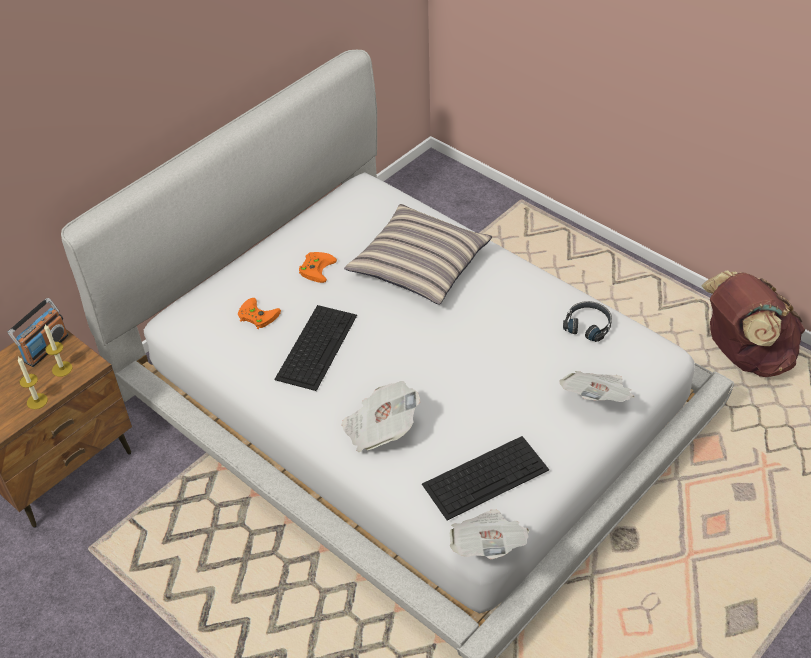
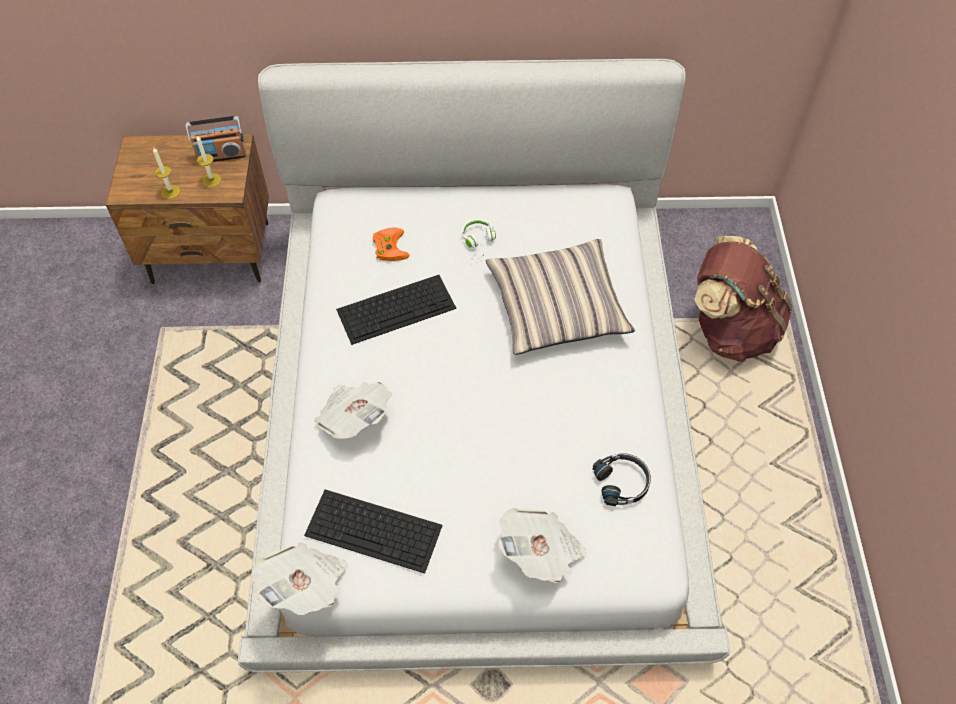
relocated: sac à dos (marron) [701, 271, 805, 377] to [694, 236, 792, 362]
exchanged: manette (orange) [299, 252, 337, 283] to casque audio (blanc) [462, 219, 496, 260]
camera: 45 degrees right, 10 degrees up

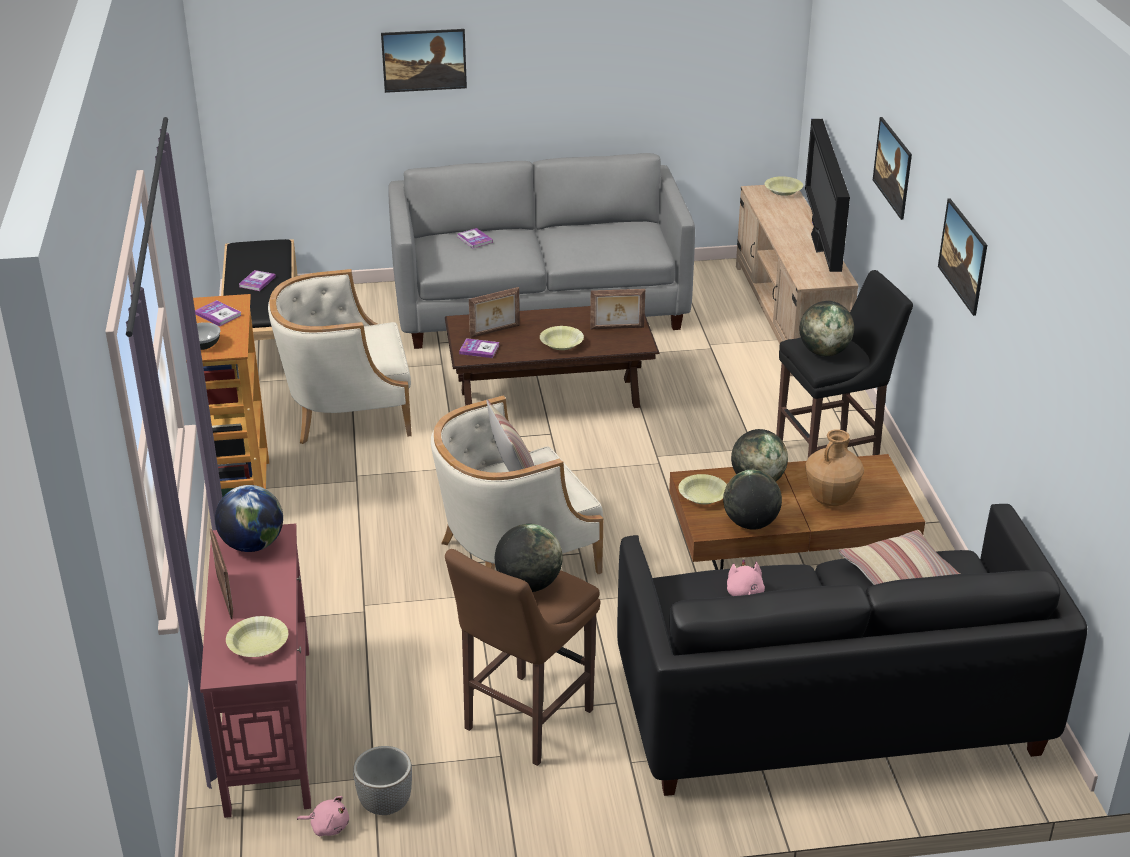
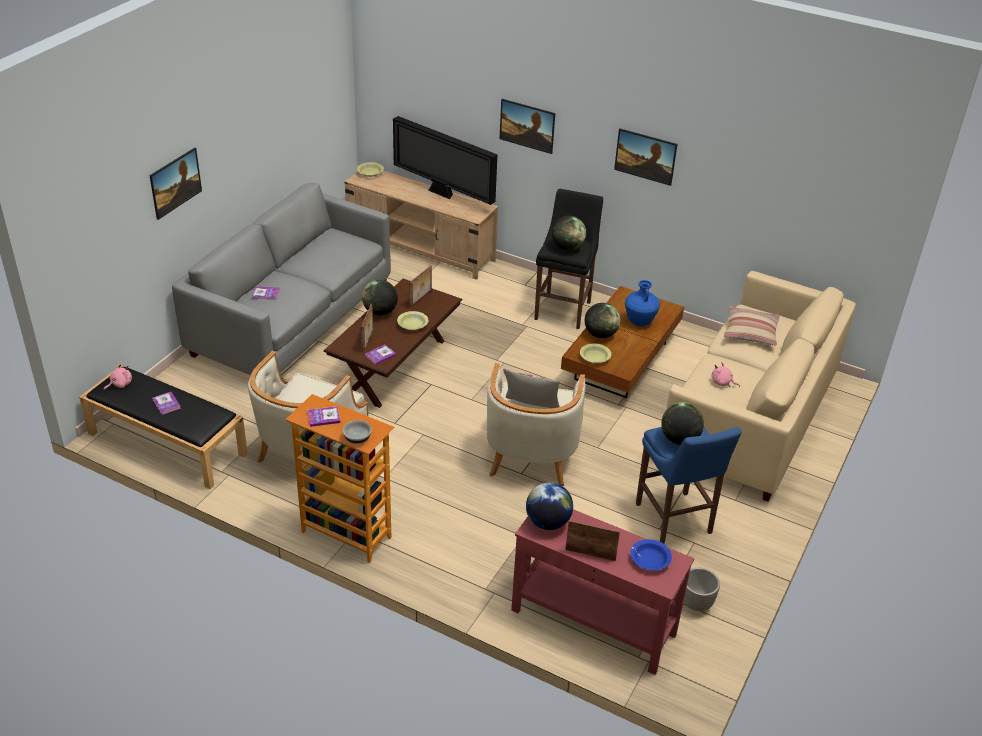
relocated: globe [723, 470, 782, 530] to [362, 280, 398, 315]; peluche (rose) [297, 796, 349, 836] to [103, 364, 132, 390]
colour: vase (marron) [805, 429, 864, 506] to vase (bleu) [625, 280, 660, 326]; canapé (noir) [617, 504, 1087, 796] to canapé (beige) [666, 271, 856, 502]; tabouret (marron) [445, 549, 600, 766] to tabouret (bleu) [636, 427, 741, 544]; bol (jaune) [226, 616, 288, 657] to bol (bleu) [630, 539, 672, 570]
camera: 55 degrees left, 5 degrees up

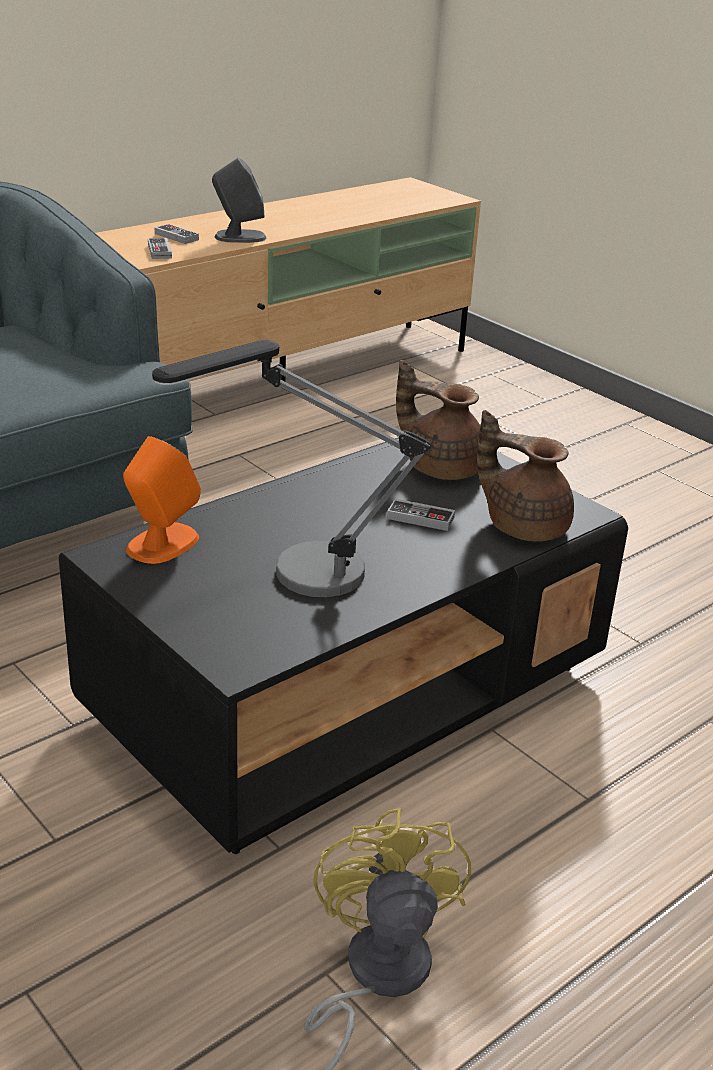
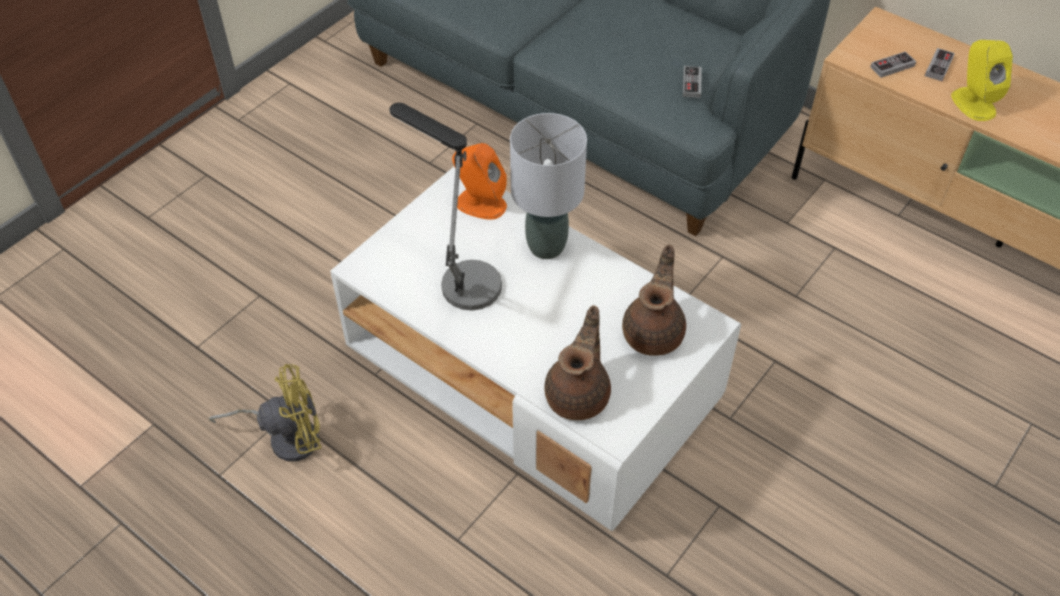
appeared: lampe de table (gris) [510, 113, 587, 259]
relocated: manette [387, 499, 455, 531] to [683, 66, 702, 98]
colour: enceinte (gris) [212, 157, 266, 243] to enceinte (jaune) [951, 40, 1013, 121]; table basse (noir) [59, 437, 628, 854] to table basse (blanc) [330, 167, 741, 531]
camera: 80 degrees right, 20 degrees up

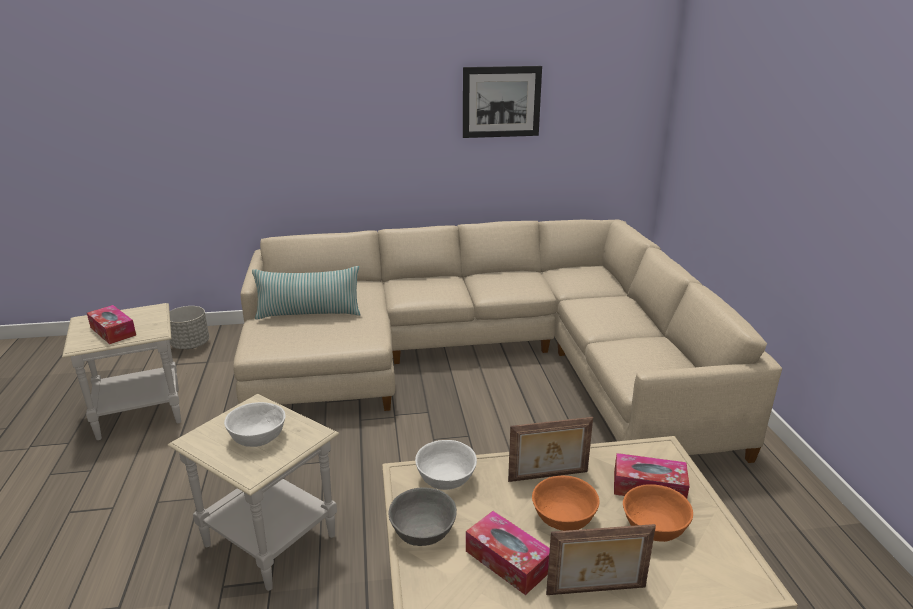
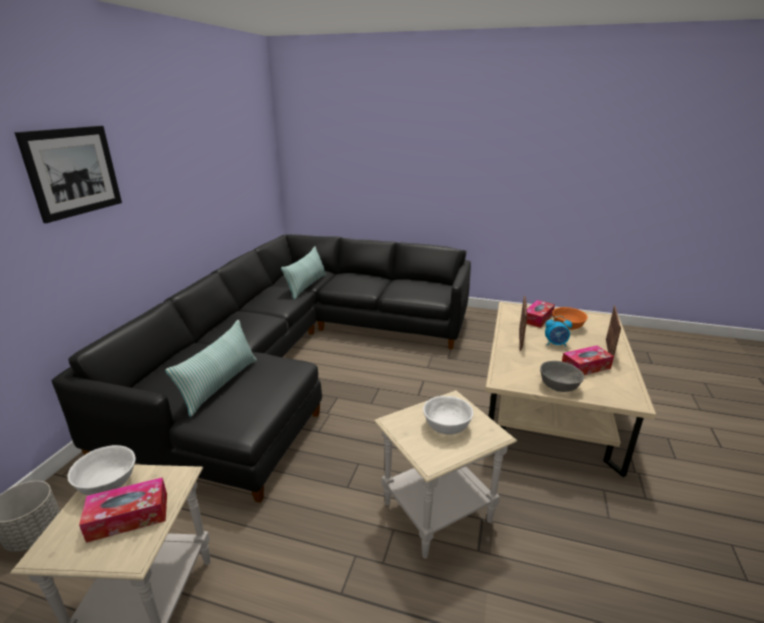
appeared: coussin [281, 246, 326, 300]
relocated: tableau [463, 66, 542, 138] to [15, 126, 122, 223]; bol (blanc) [415, 440, 477, 490] to [68, 445, 136, 495]
exchanged: bol (orange) [532, 476, 600, 531] to réveil [545, 316, 572, 347]
colour: canapé (beige) [233, 219, 782, 463] to canapé (noir) [52, 234, 471, 503]
camera: 65 degrees left, 0 degrees up

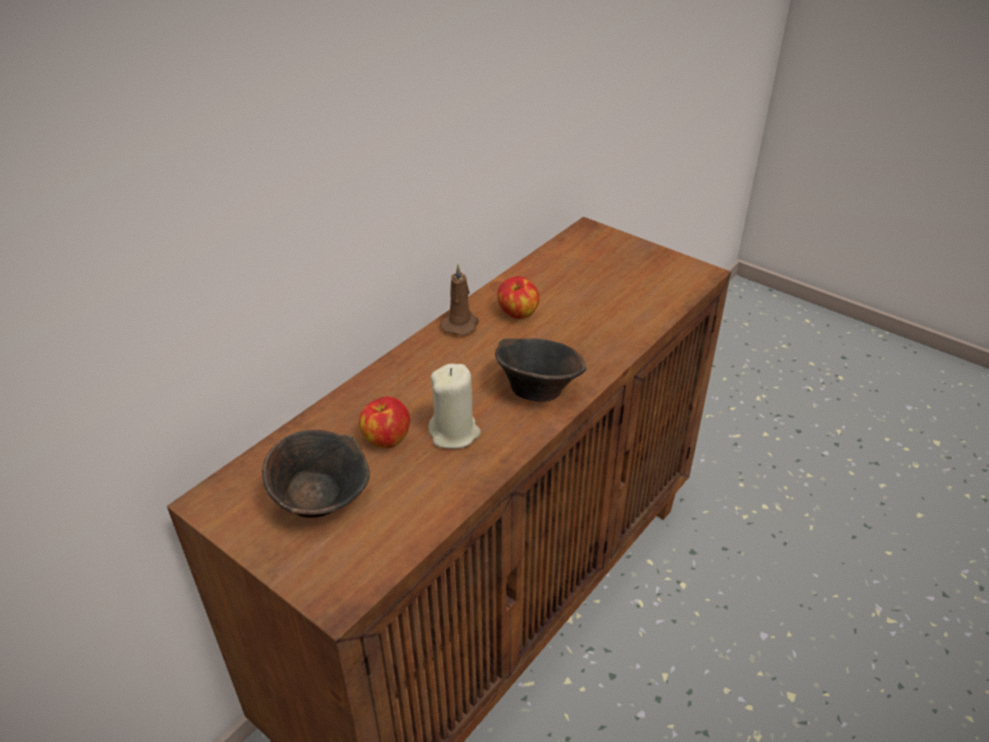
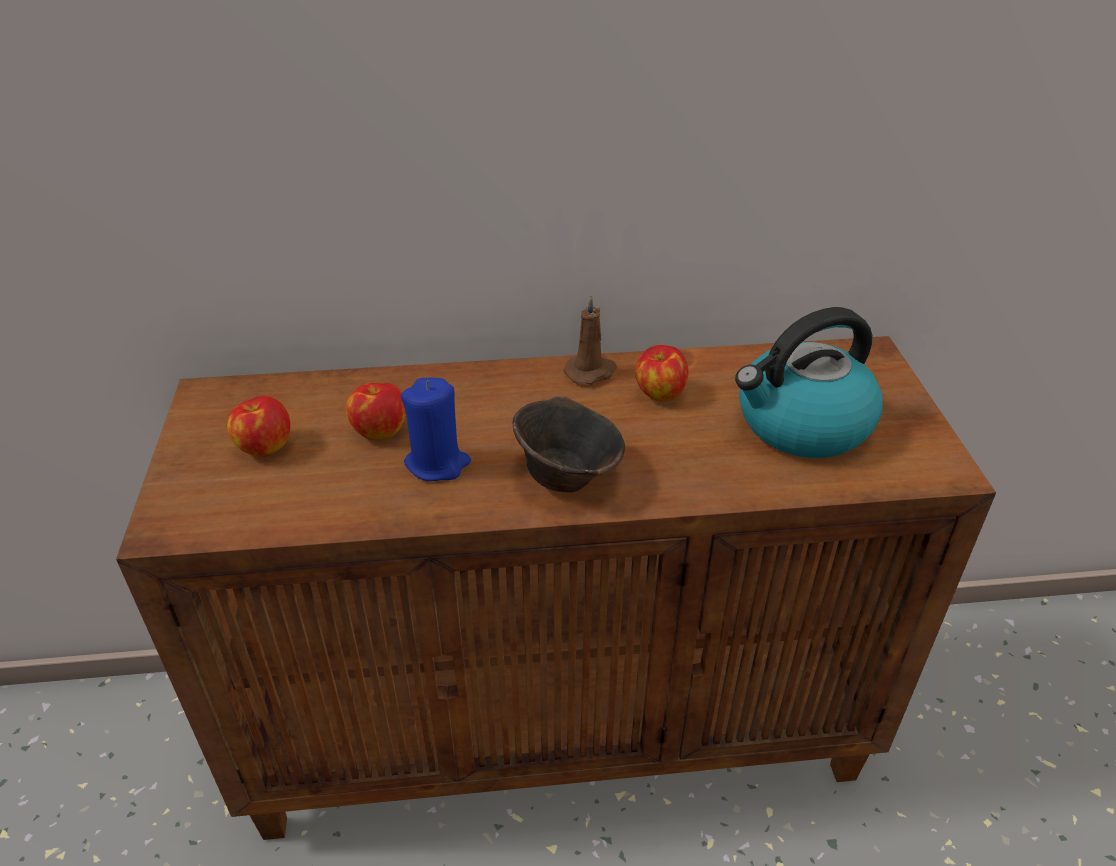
appeared: bouilloire [735, 307, 883, 458]
exchanged: bol (marron) [262, 430, 370, 518] to pomme [227, 396, 291, 457]
colour: bougie (beige) [428, 364, 481, 449] to bougie (bleu) [401, 378, 471, 481]
camera: 45 degrees right, 0 degrees up

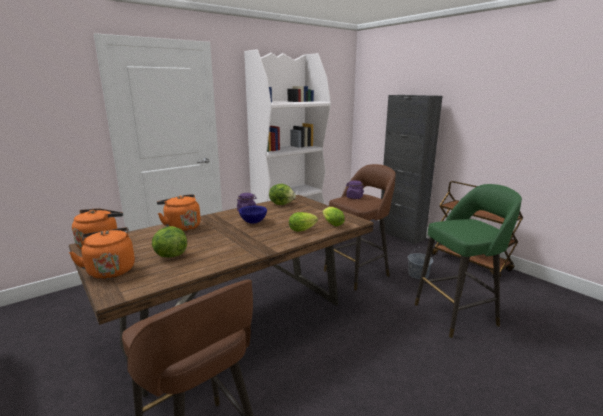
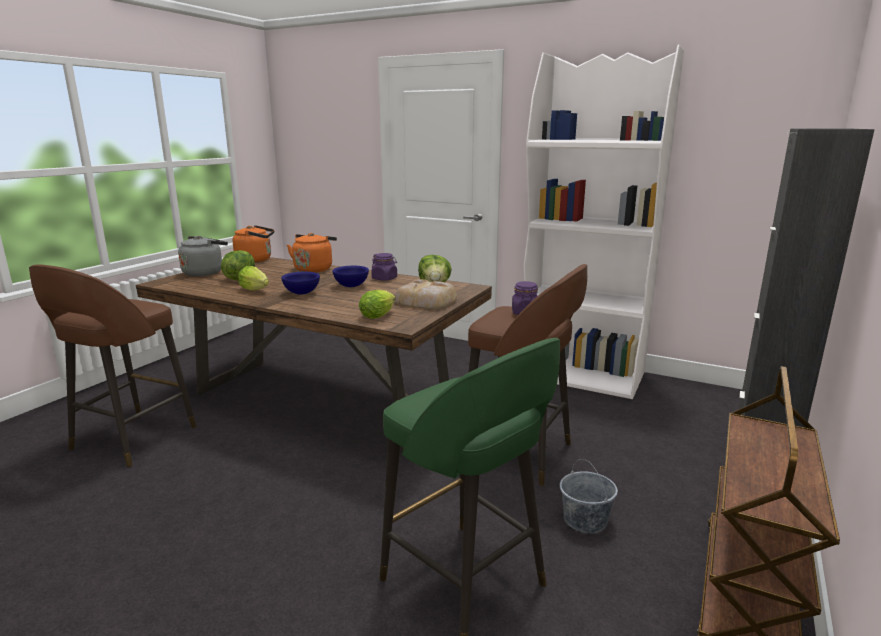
appeared: bol (bleu) [281, 272, 320, 295]; pain [395, 279, 457, 309]
relocated: laitue [289, 212, 318, 232] to [238, 266, 269, 291]
colour: bouilloire (orange) [69, 227, 135, 279] to bouilloire (gris) [178, 236, 228, 277]
camera: 65 degrees right, 0 degrees up

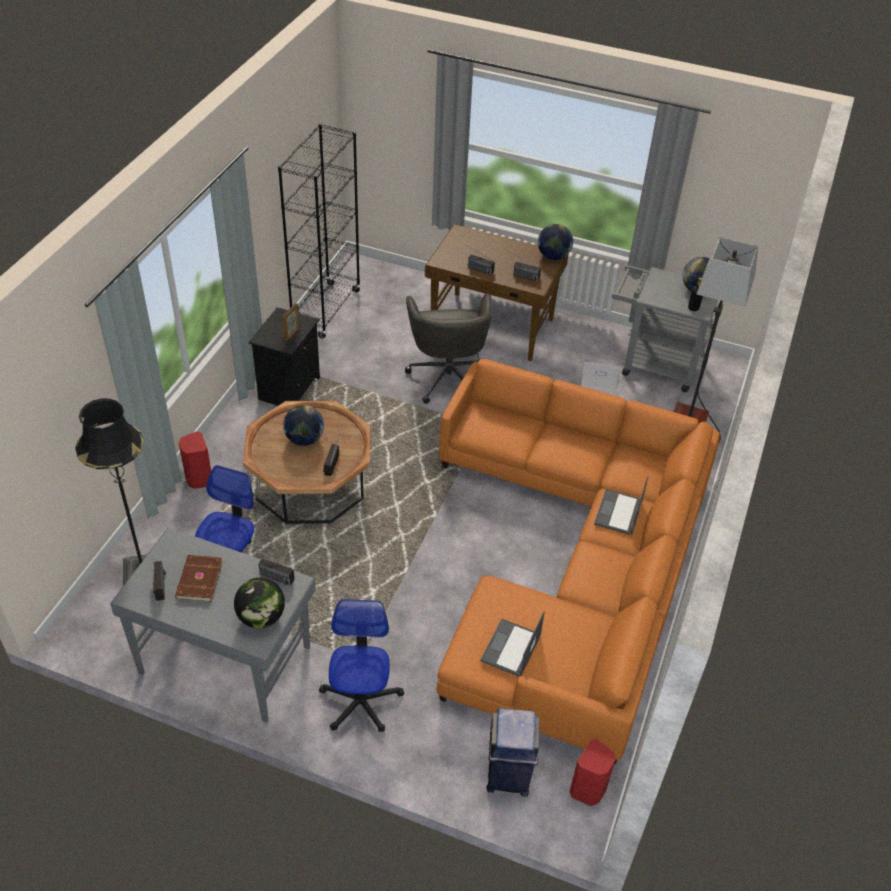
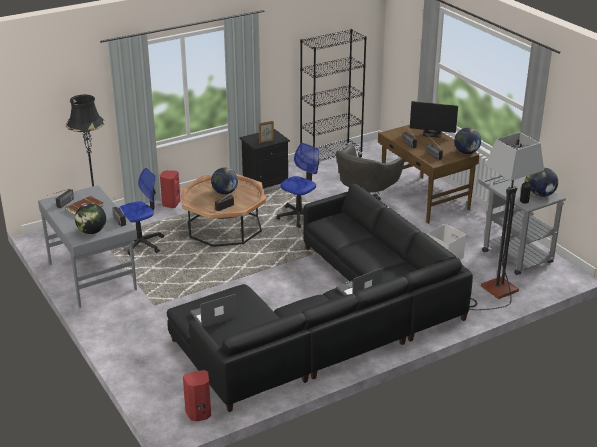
missing: poubelle (bleu) [486, 708, 540, 797]
appeared: écran d'ordinateur [410, 101, 458, 138]
relocated: chaise de bureau [319, 599, 404, 732] to [277, 143, 319, 228]
colour: canapé (orange) [437, 359, 720, 764] to canapé (noir) [167, 184, 473, 412]
camera: 40 degrees right, 15 degrees down

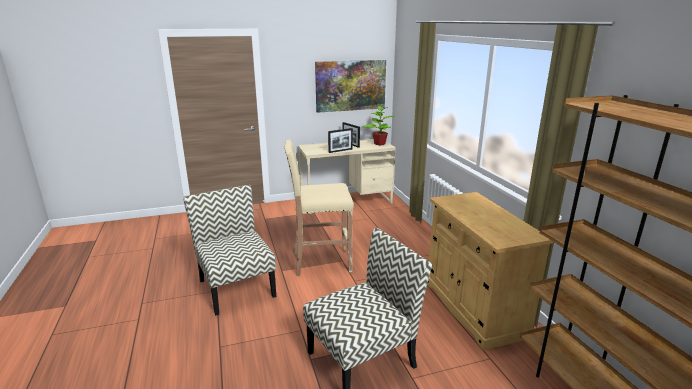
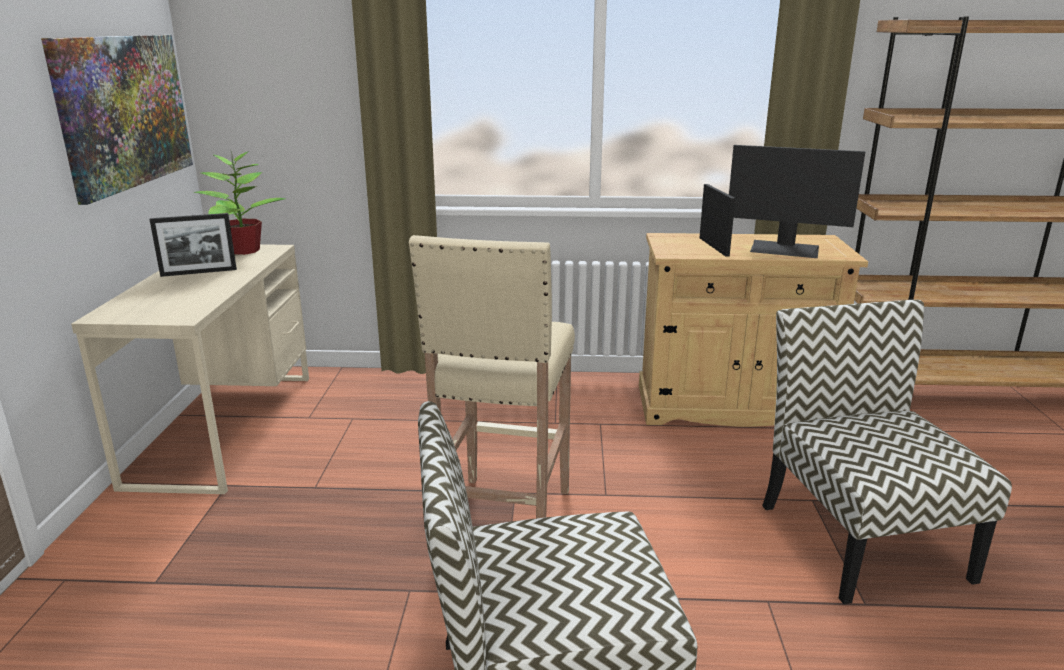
appeared: écran d'ordinateur [729, 145, 865, 258]
relocated: cadre photo [328, 128, 353, 153] to [699, 184, 735, 257]
camera: 70 degrees left, 0 degrees up

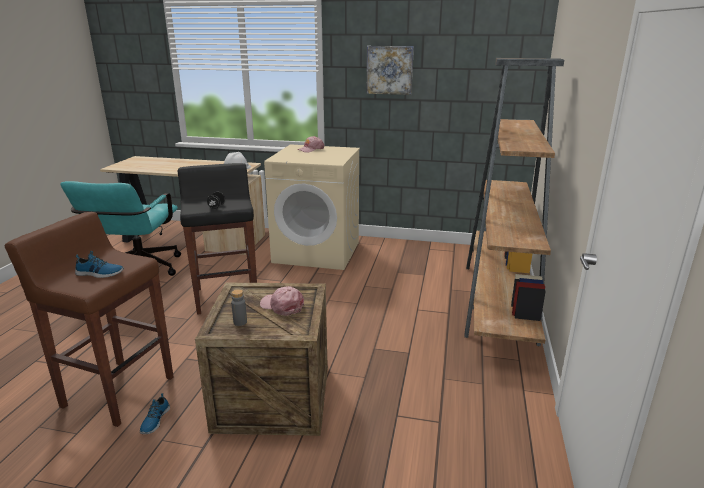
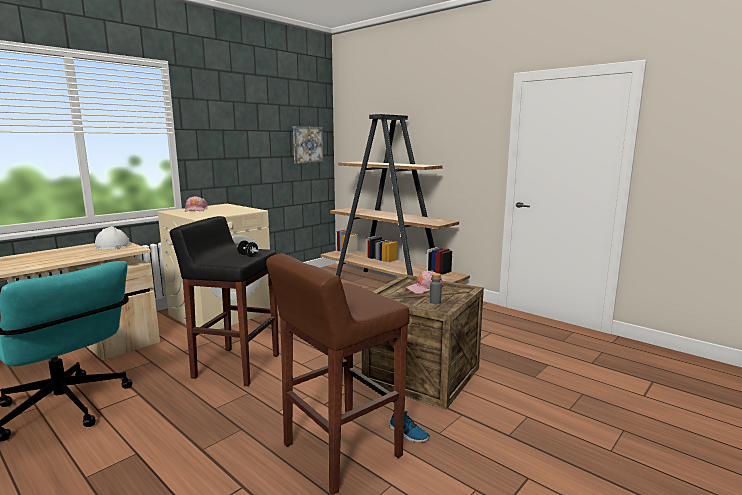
missing: chaussure [75, 251, 124, 278]
relocated: tableau [367, 46, 414, 95] to [293, 126, 323, 164]
camera: 60 degrees left, 10 degrees down

